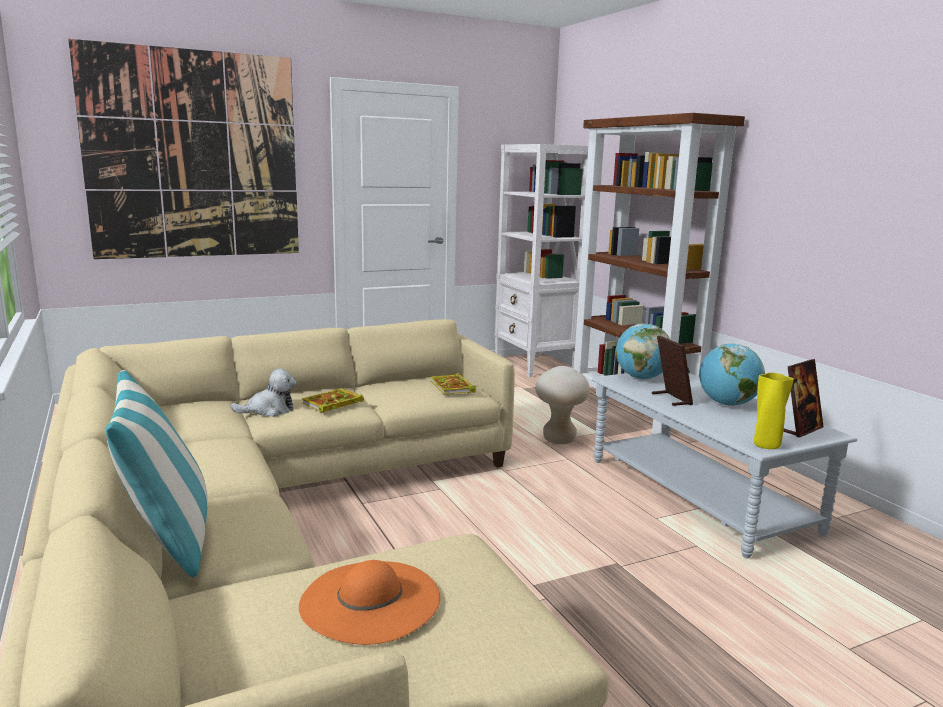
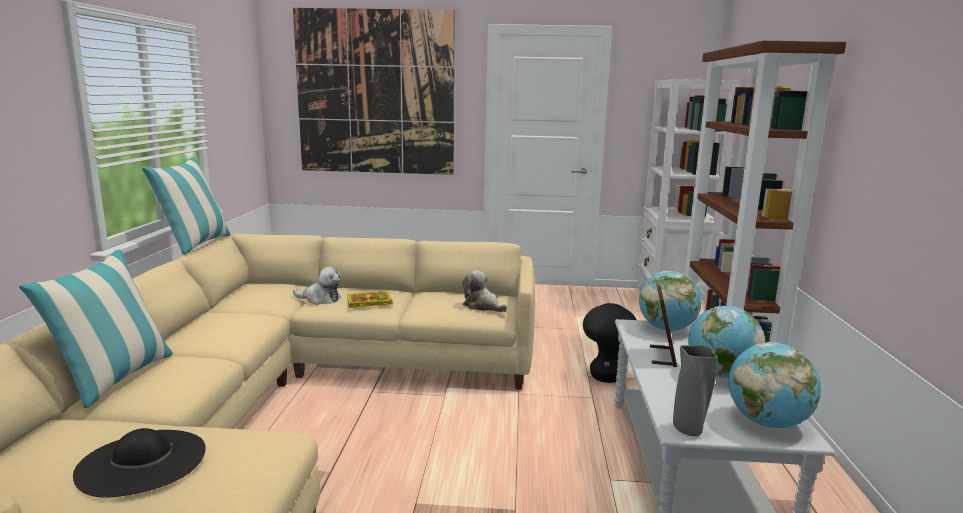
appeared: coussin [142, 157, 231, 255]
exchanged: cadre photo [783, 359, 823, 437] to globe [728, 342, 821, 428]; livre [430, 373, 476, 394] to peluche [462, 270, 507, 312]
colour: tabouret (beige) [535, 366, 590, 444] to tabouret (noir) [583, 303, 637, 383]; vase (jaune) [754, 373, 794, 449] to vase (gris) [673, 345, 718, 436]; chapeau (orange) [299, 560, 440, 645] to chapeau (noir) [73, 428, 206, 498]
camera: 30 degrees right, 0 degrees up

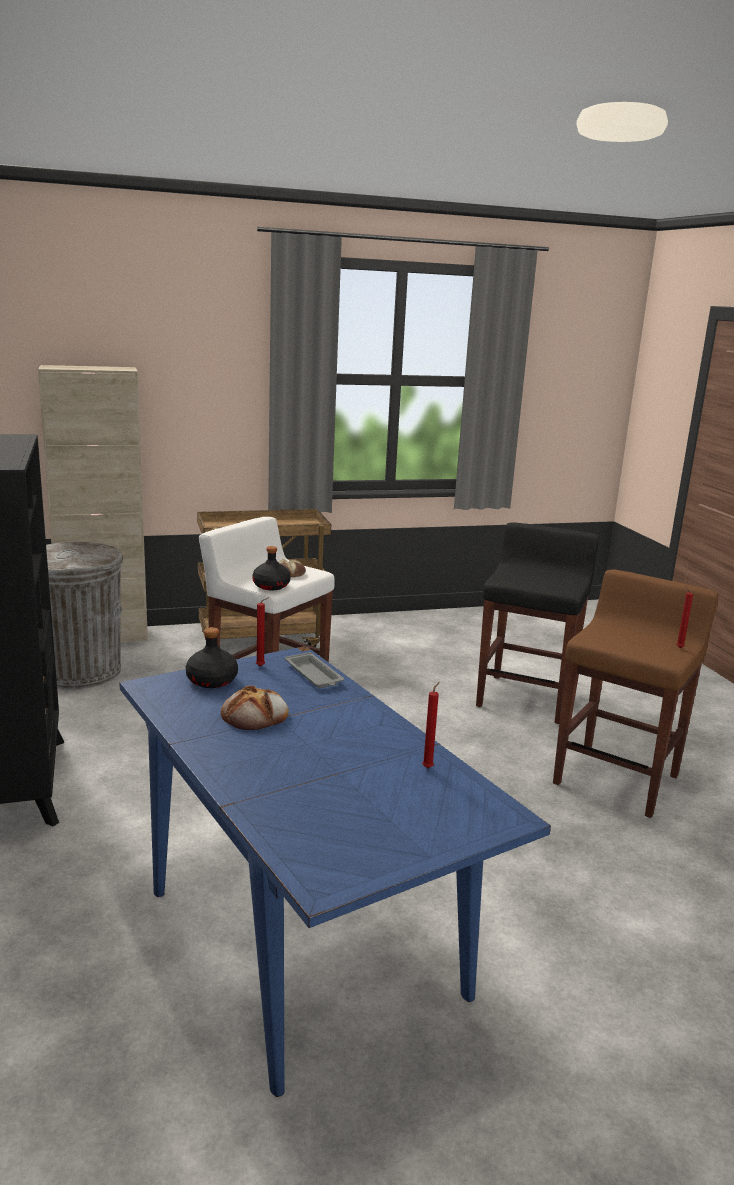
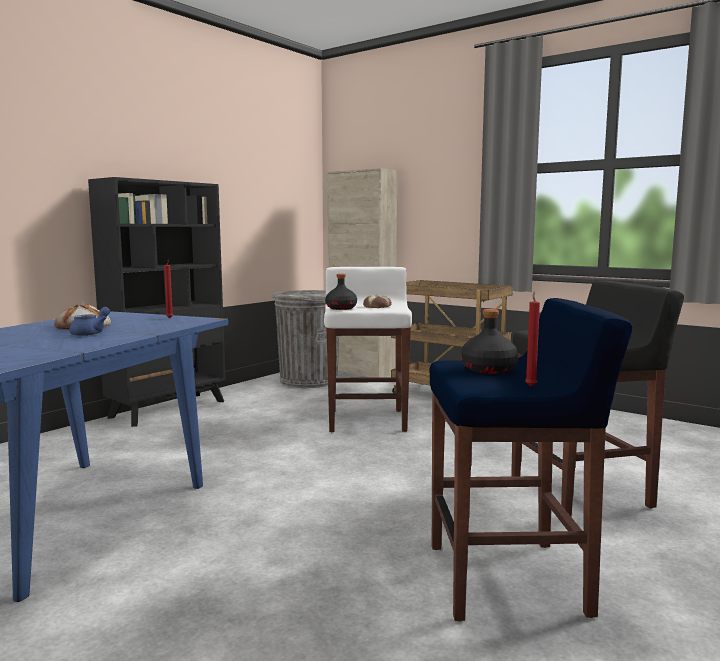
missing: plateau (gris) [285, 652, 344, 688]; bougie (rouge) [422, 682, 440, 768]
appeared: théière (bleu) [69, 307, 110, 336]
relocated: bouteille (noir) [186, 627, 238, 688] to [461, 309, 518, 374]
colour: tabouret (marron) [553, 570, 719, 818] to tabouret (bleu) [429, 298, 633, 621]
camera: 55 degrees right, 10 degrees down

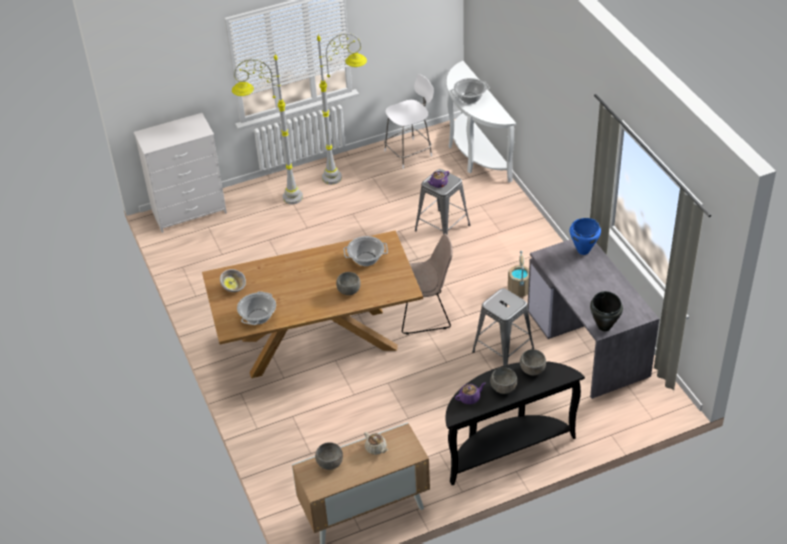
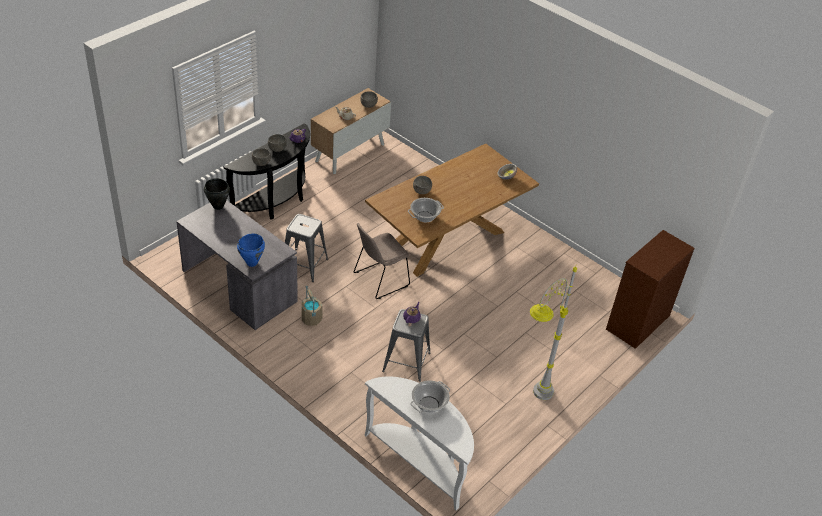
missing: lampadaire (gris) [232, 54, 303, 204]; tabouret (blanc) [384, 74, 434, 169]; marmite [237, 291, 276, 325]
colour: commode (blanc) [134, 113, 227, 233] to commode (marron) [606, 230, 695, 349]
camera: 150 degrees right, 0 degrees up

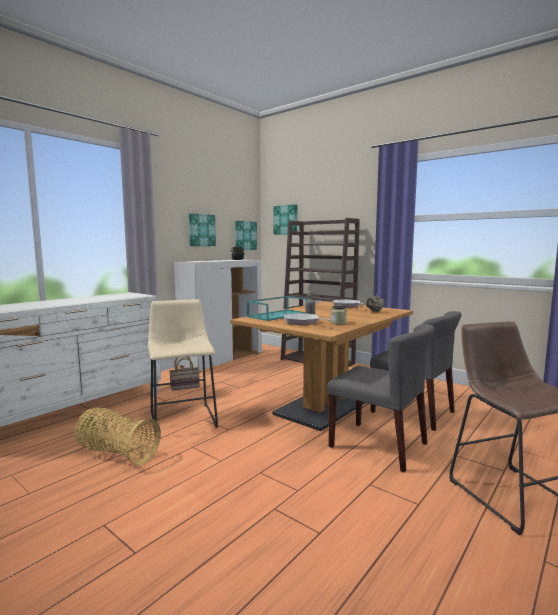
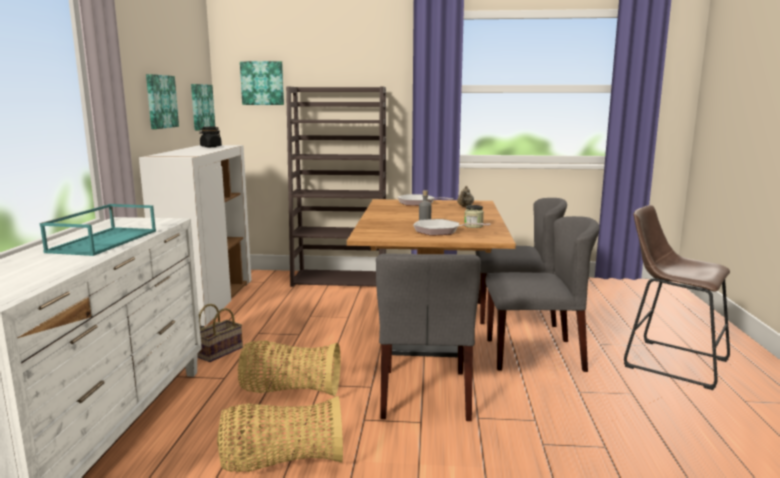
appeared: chaise (gris) [376, 253, 481, 421]
relocated: plateau (turquoise) [247, 296, 308, 321] to [40, 204, 156, 256]
exchanged: tabouret (beige) [148, 299, 218, 435] to panier [238, 341, 341, 396]
camera: 35 degrees left, 5 degrees up

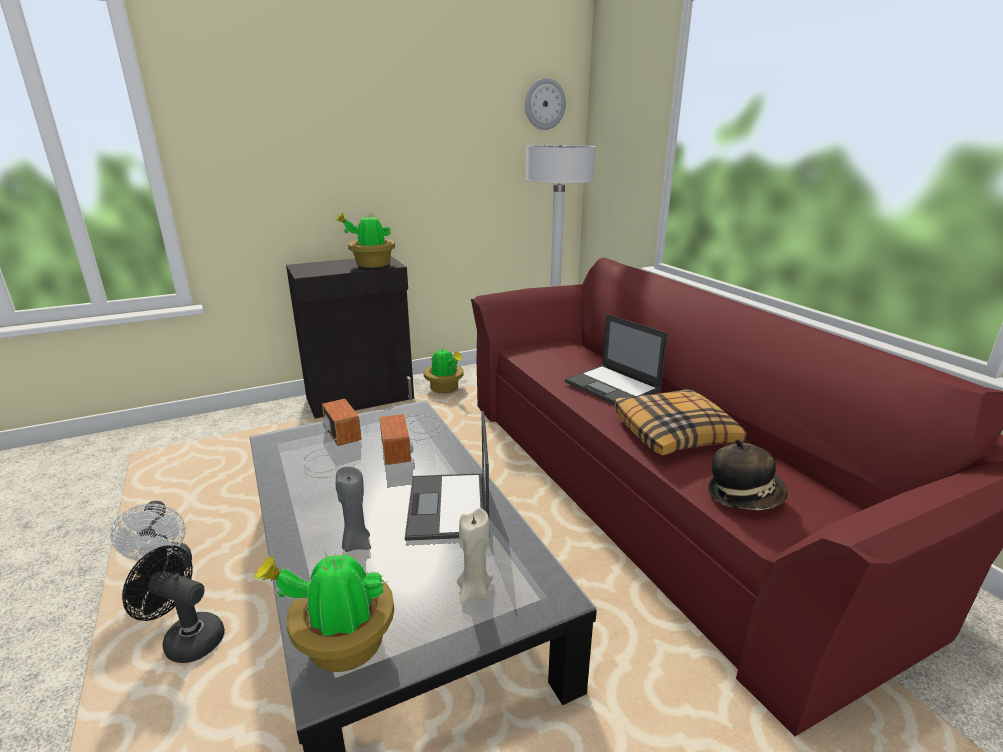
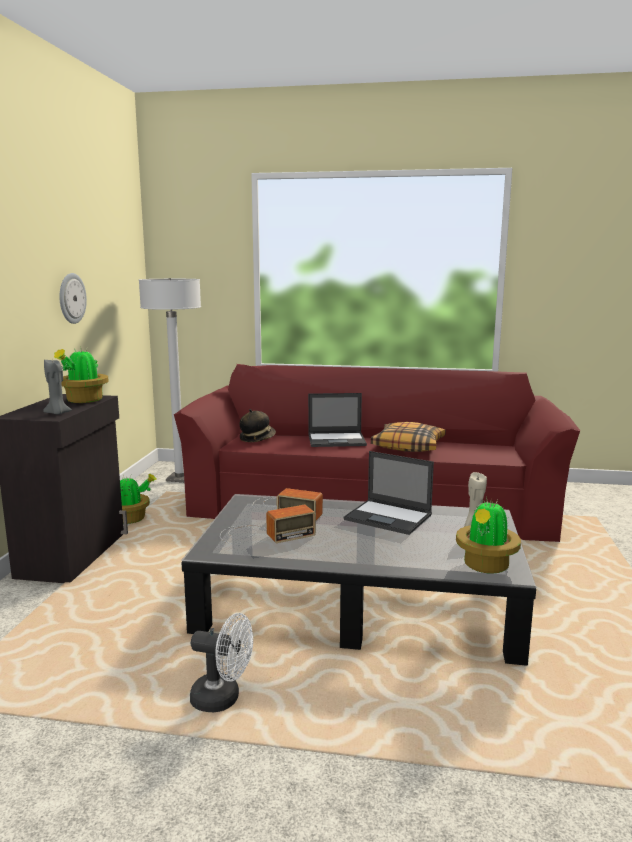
missing: ventilateur (noir) [122, 545, 225, 663]
relocated: horloge murale [525, 78, 566, 130] to [59, 273, 87, 324]; chapeau [708, 439, 788, 510] to [240, 409, 276, 442]; bougie (gris) [336, 466, 371, 552] to [43, 358, 72, 414]
spun: radio [304, 399, 362, 478] = [220, 505, 316, 544] 150 degrees clockwise
camera: 55 degrees left, 10 degrees down

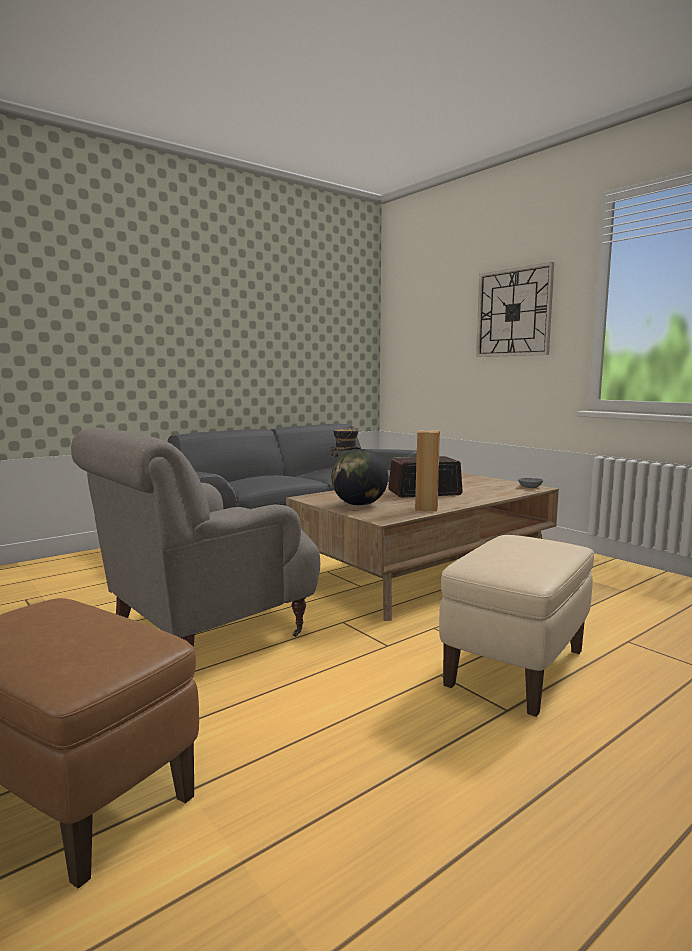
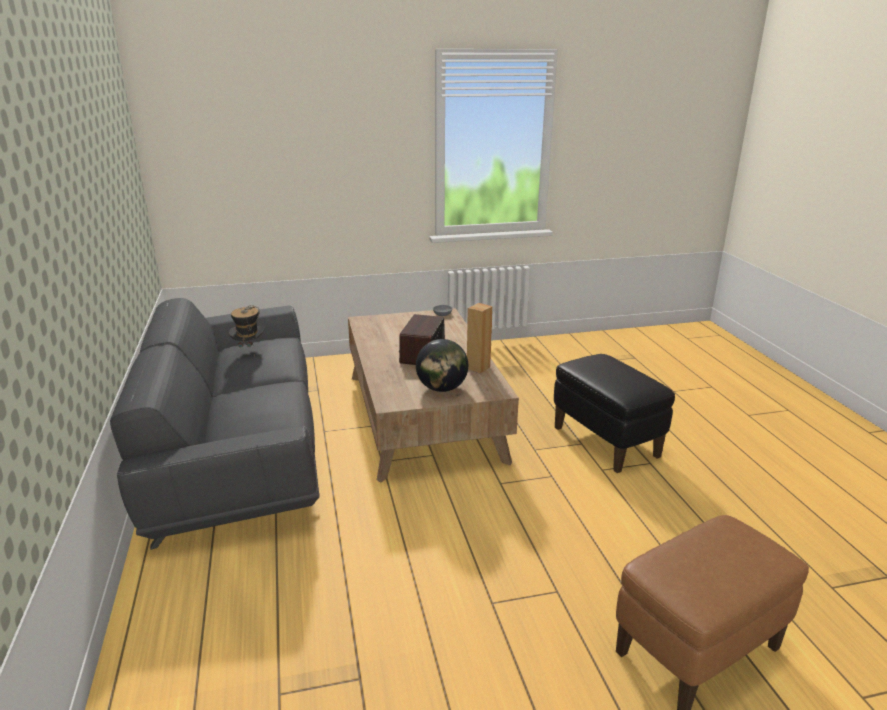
missing: horloge murale [476, 262, 554, 357]; fauteuil (gris) [71, 427, 320, 647]
colour: pouf (beige) [439, 535, 594, 717] to pouf (noir) [554, 354, 675, 473]
camera: 65 degrees left, 15 degrees up

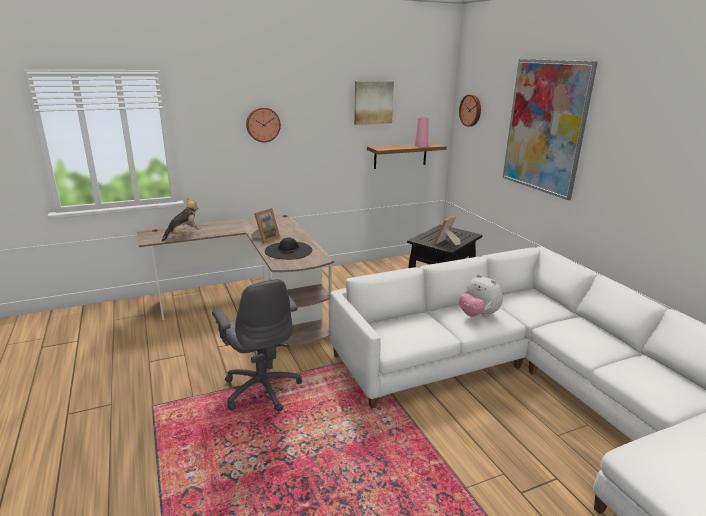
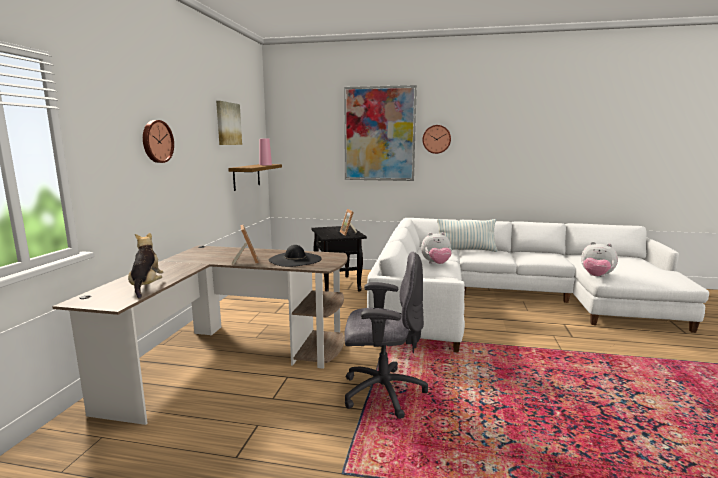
appeared: coussin [437, 219, 498, 252]; peluche [581, 242, 618, 277]
relocated: horloge murale [459, 94, 481, 127] to [422, 125, 451, 154]
camera: 55 degrees left, 10 degrees down

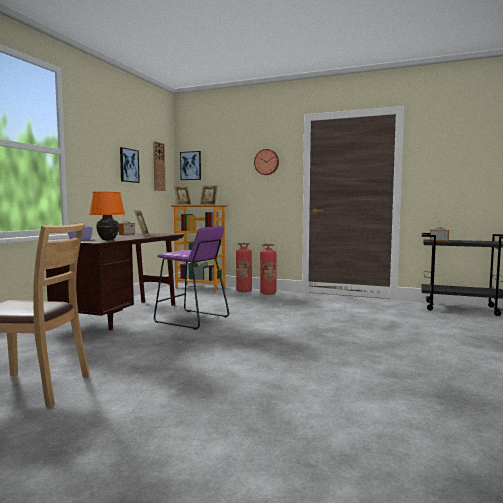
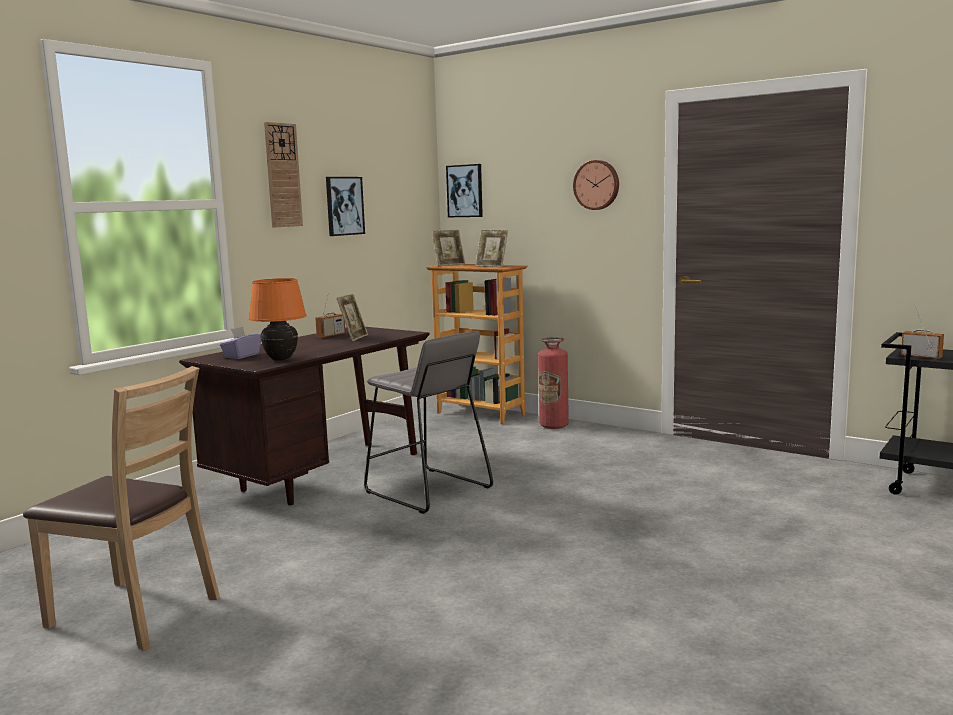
missing: extincteur [260, 244, 277, 295]
relocated: horloge murale [153, 141, 166, 191] to [264, 122, 303, 227]
colour: tabouret (violet) [154, 226, 229, 330] to tabouret (gris) [364, 331, 493, 514]
camera: 15 degrees right, 5 degrees up

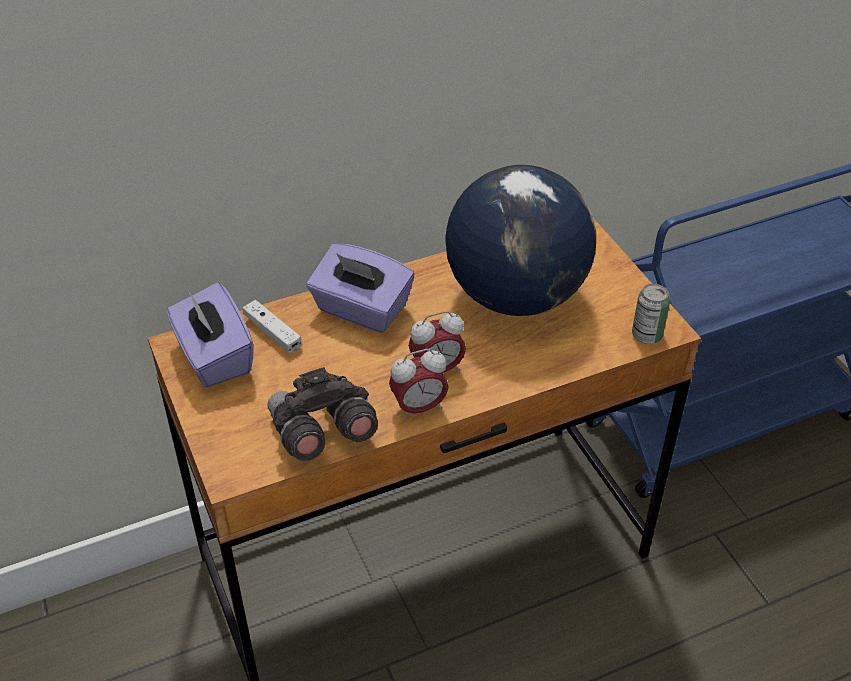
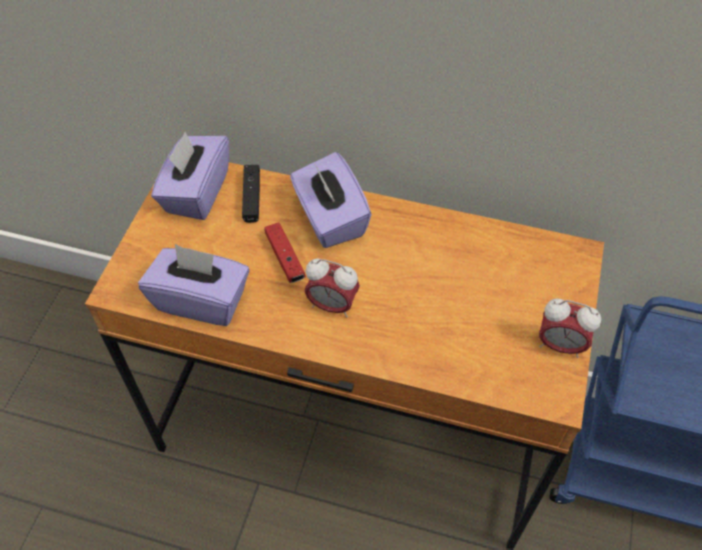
missing: globe [445, 165, 596, 316]; boîte métallique [632, 284, 670, 344]
appeared: manette (rouge) [265, 223, 306, 283]
relocated: réveil [389, 349, 449, 420] to [539, 299, 601, 358]
exchanged: jumelles (gris) [268, 367, 378, 461] to boîte à mouchoirs (violet) [138, 244, 250, 326]
colour: manette (blanc) [242, 300, 302, 353] to manette (noir) [242, 165, 260, 223]
camera: 40 degrees right, 10 degrees up

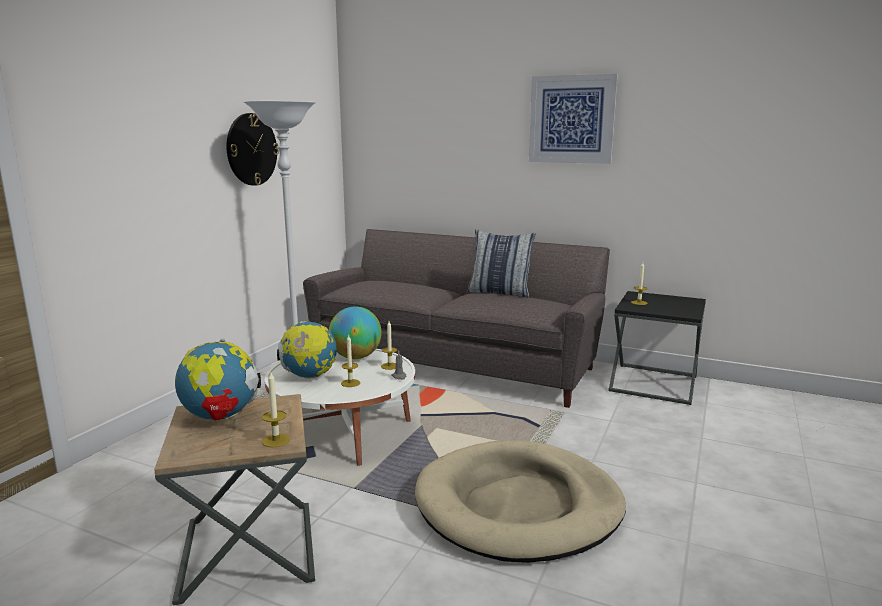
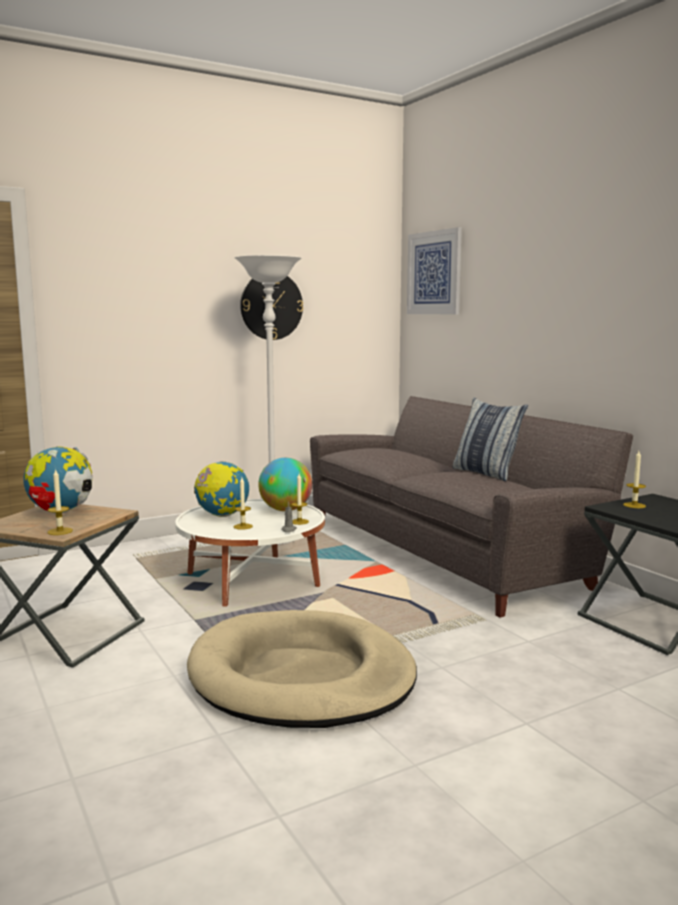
relocated: tableau [529, 74, 618, 164] to [407, 227, 462, 314]
camera: 35 degrees right, 5 degrees down

